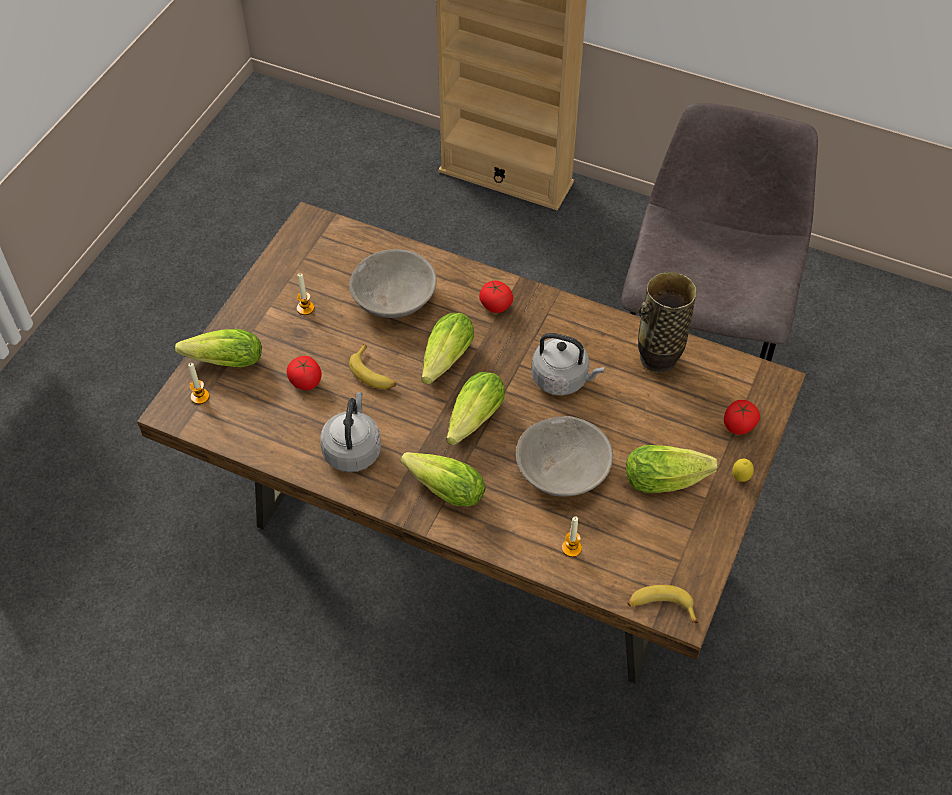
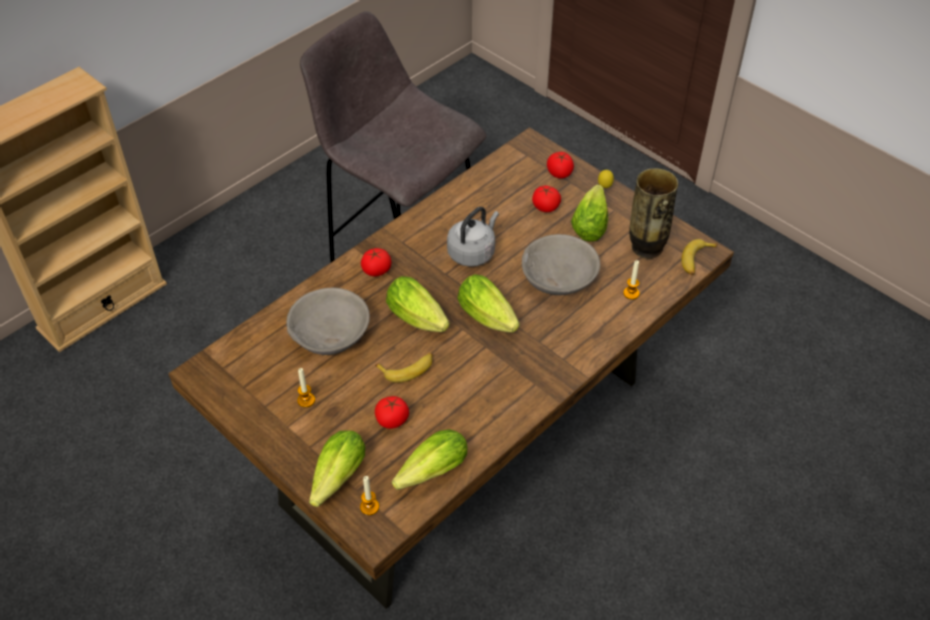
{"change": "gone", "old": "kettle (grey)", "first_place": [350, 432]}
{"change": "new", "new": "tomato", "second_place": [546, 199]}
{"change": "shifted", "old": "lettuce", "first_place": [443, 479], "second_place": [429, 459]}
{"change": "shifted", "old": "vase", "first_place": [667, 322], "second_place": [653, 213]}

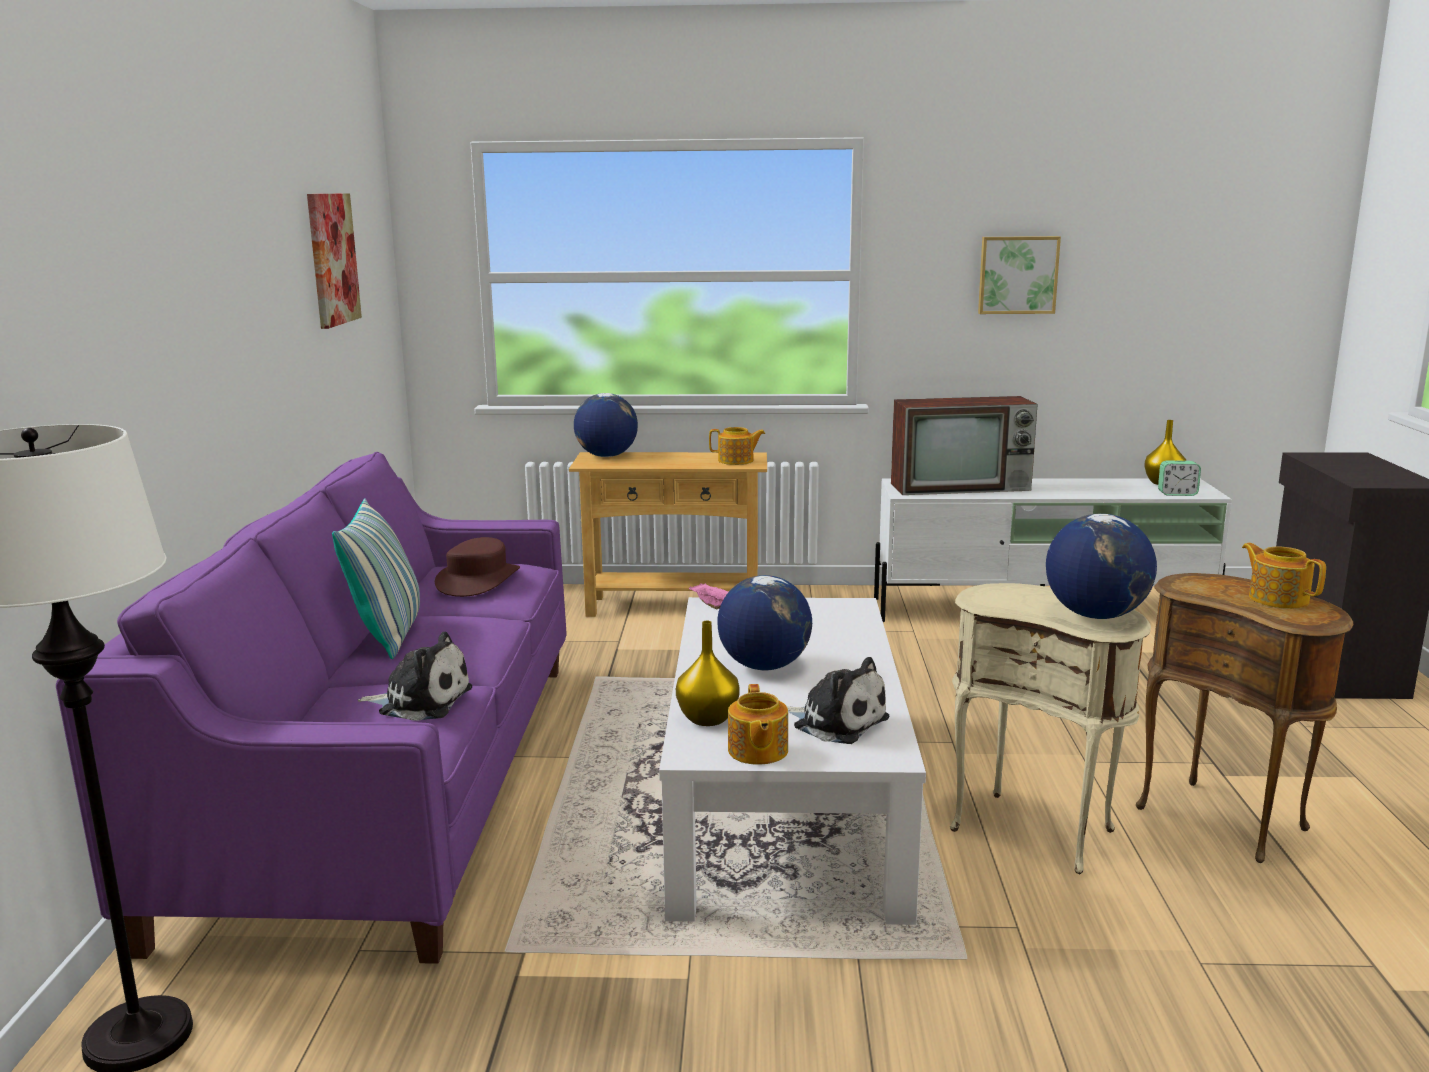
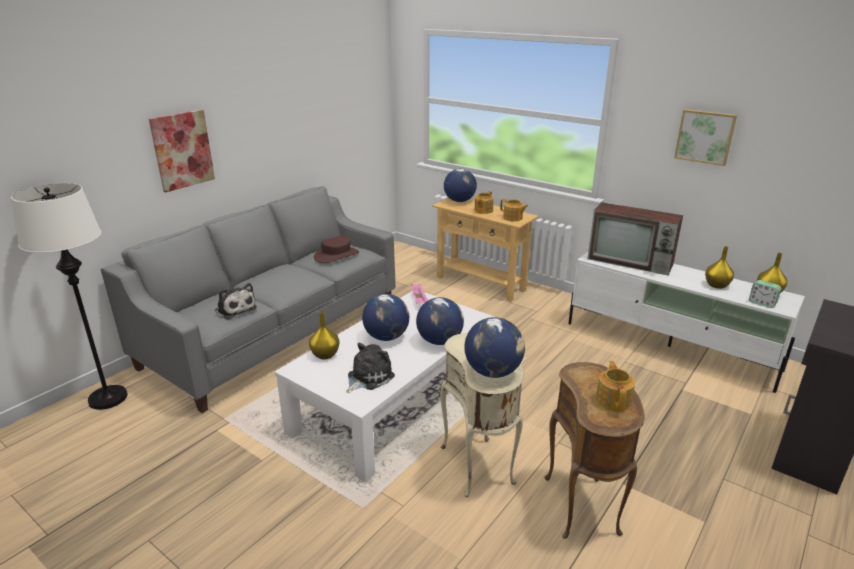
{"change": "gone", "old": "pillow", "first_place": [376, 579]}
{"change": "new", "new": "globe", "second_place": [440, 321]}
{"change": "new", "new": "vase (yellow)", "second_place": [719, 267]}
{"change": "shifted", "old": "picture", "first_place": [334, 261], "second_place": [182, 151]}
{"change": "shifted", "old": "teapot", "first_place": [758, 724], "second_place": [484, 202]}
{"change": "repainted", "old": "sofa (purple)", "new": "sofa (grey)", "first_place": [311, 708], "second_place": [248, 299]}
{"change": "rotated", "old": "plush toy", "first_place": [838, 700], "second_place": [370, 368], "degrees": -120}

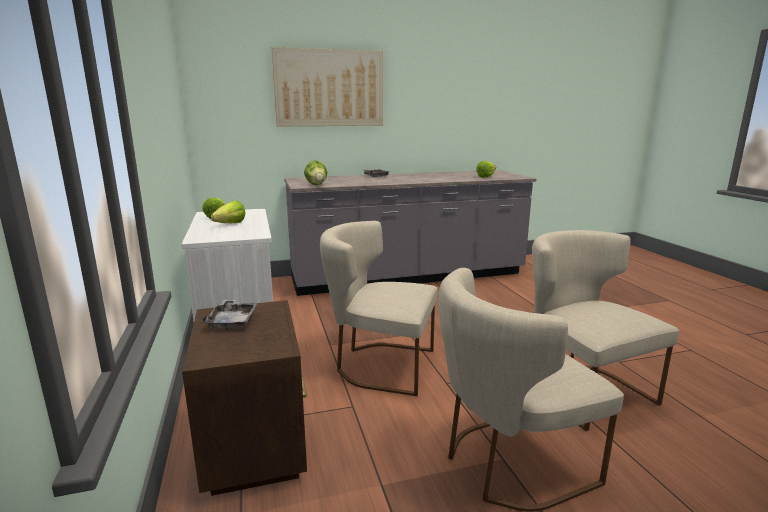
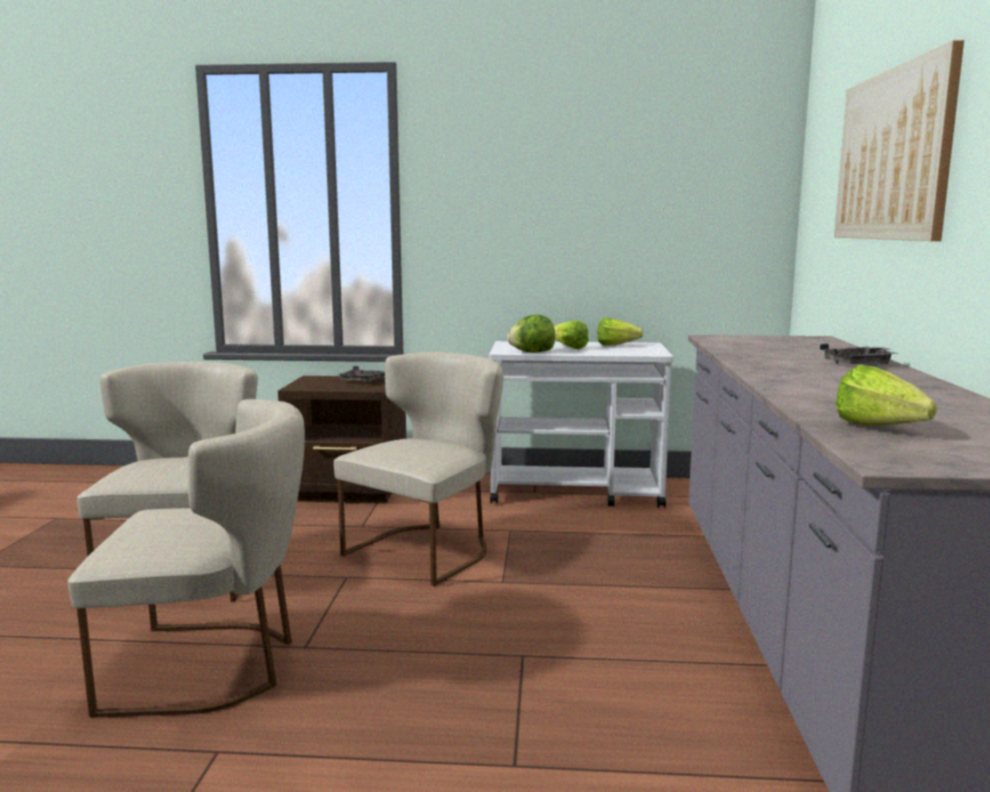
{"change": "shifted", "old": "lettuce", "first_place": [316, 172], "second_place": [531, 334]}

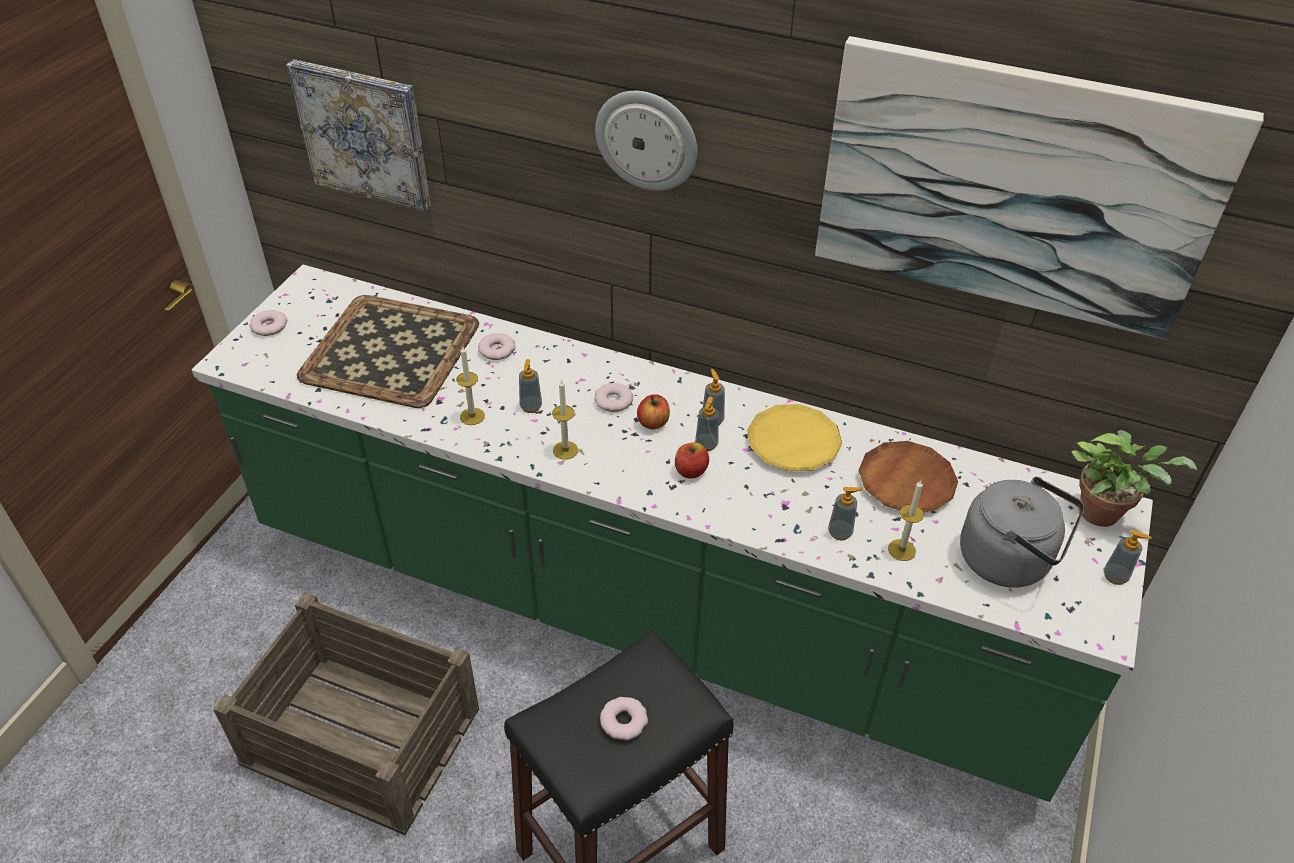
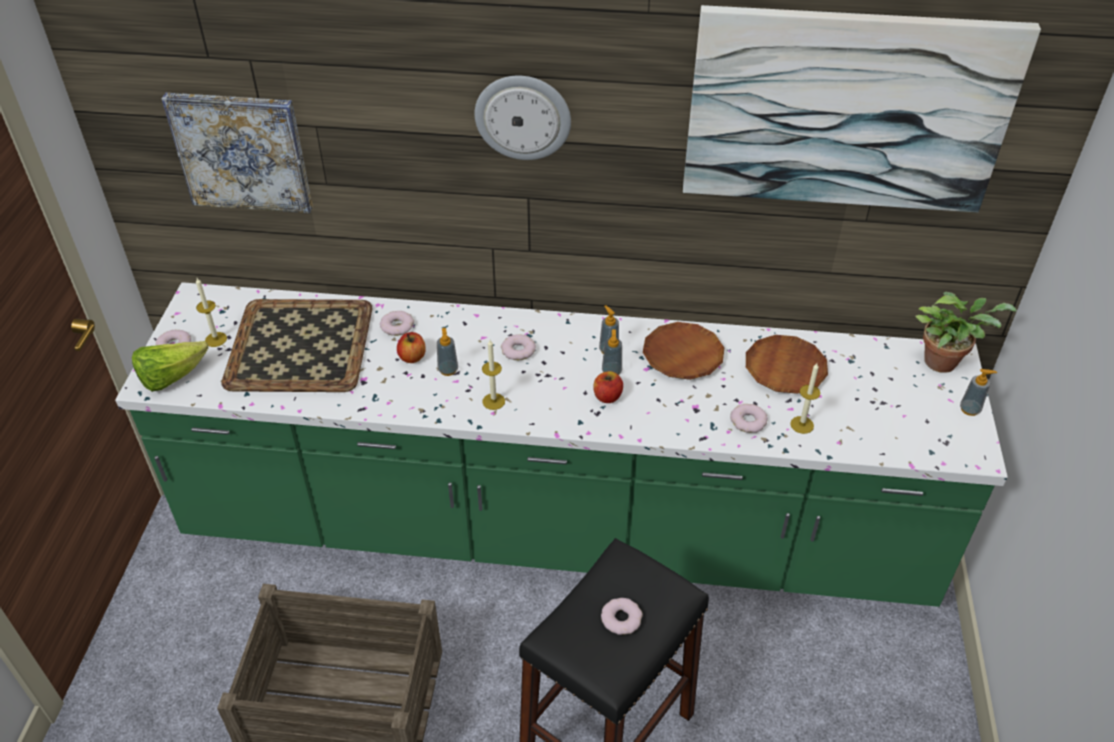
{"change": "gone", "old": "kettle (grey)", "first_place": [1022, 532]}
{"change": "new", "new": "lettuce", "second_place": [170, 366]}
{"change": "shifted", "old": "candle", "first_place": [470, 385], "second_place": [211, 312]}
{"change": "shifted", "old": "apple", "first_place": [653, 412], "second_place": [411, 347]}
{"change": "swapped", "old": "soap dispenser", "new": "donut", "first_place": [845, 514], "second_place": [749, 418]}
{"change": "repainted", "old": "plate (yellow)", "new": "plate (brown)", "first_place": [794, 437], "second_place": [683, 351]}

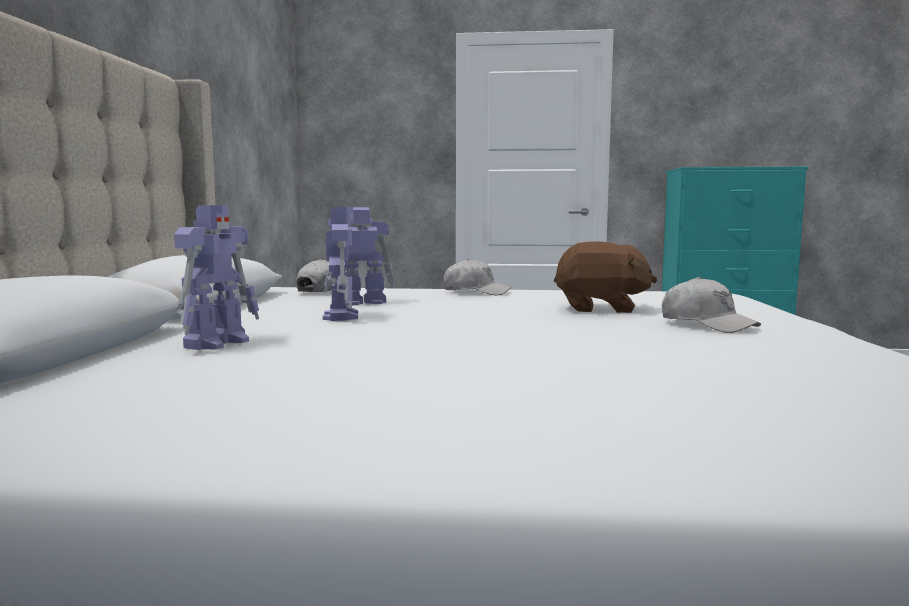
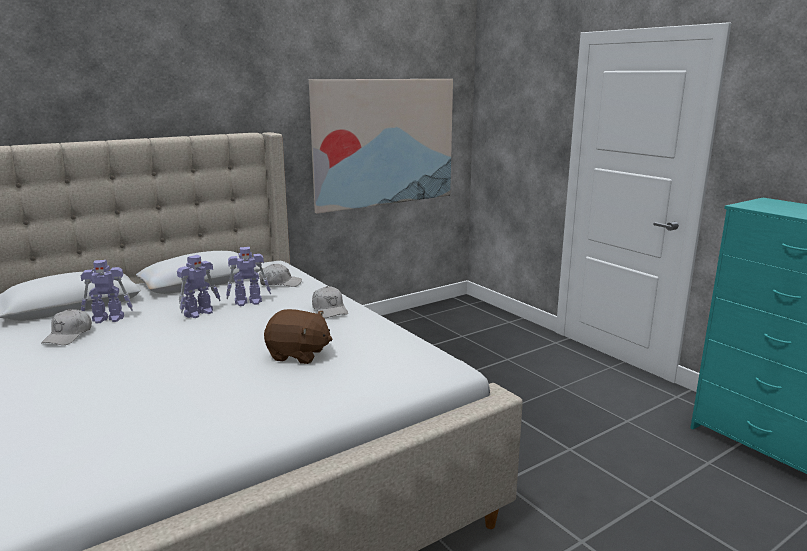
{"change": "new", "new": "picture", "second_place": [381, 146]}
{"change": "shifted", "old": "cap (white)", "first_place": [711, 305], "second_place": [66, 327]}
{"change": "rotated", "old": "toy robot", "first_place": [359, 256], "second_place": [248, 276], "degrees": 135}
{"change": "rotated", "old": "plush toy (brown)", "first_place": [605, 277], "second_place": [298, 336], "degrees": -45}

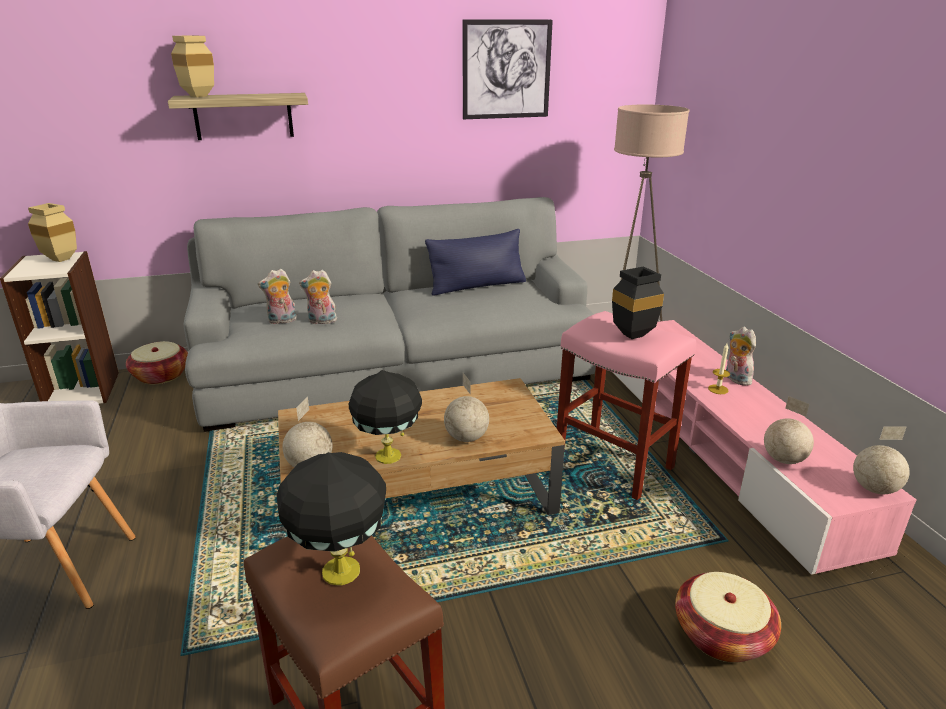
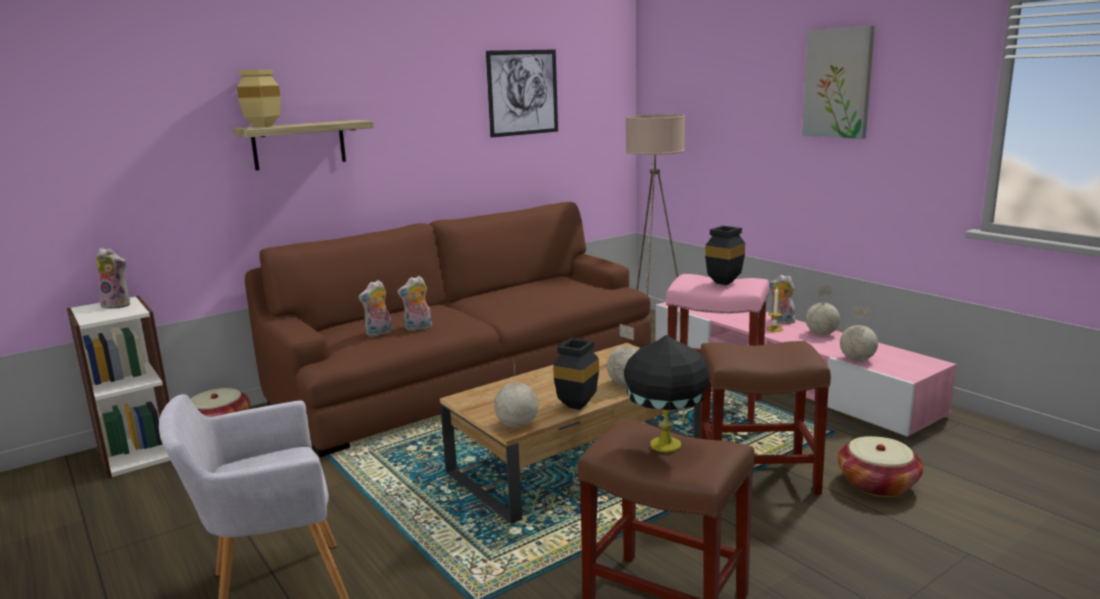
{"change": "gone", "old": "pillow (blue)", "first_place": [475, 262]}
{"change": "new", "new": "stool (brown)", "second_place": [765, 418]}
{"change": "new", "new": "picture", "second_place": [838, 82]}
{"change": "shifted", "old": "globe", "first_place": [881, 460], "second_place": [823, 310]}
{"change": "swapped", "old": "vase (beige)", "new": "plush toy", "first_place": [52, 232], "second_place": [113, 278]}
{"change": "swapped", "old": "table lamp (black)", "new": "vase (black)", "first_place": [385, 417], "second_place": [576, 374]}
{"change": "repainted", "old": "sofa (grey)", "new": "sofa (brown)", "first_place": [390, 314], "second_place": [448, 329]}

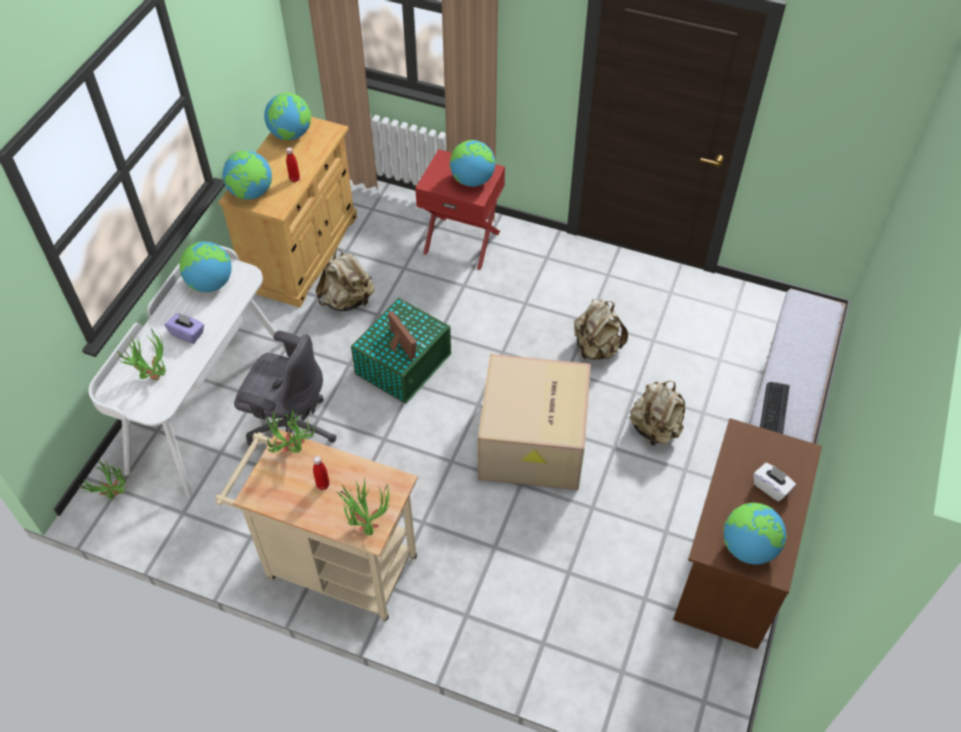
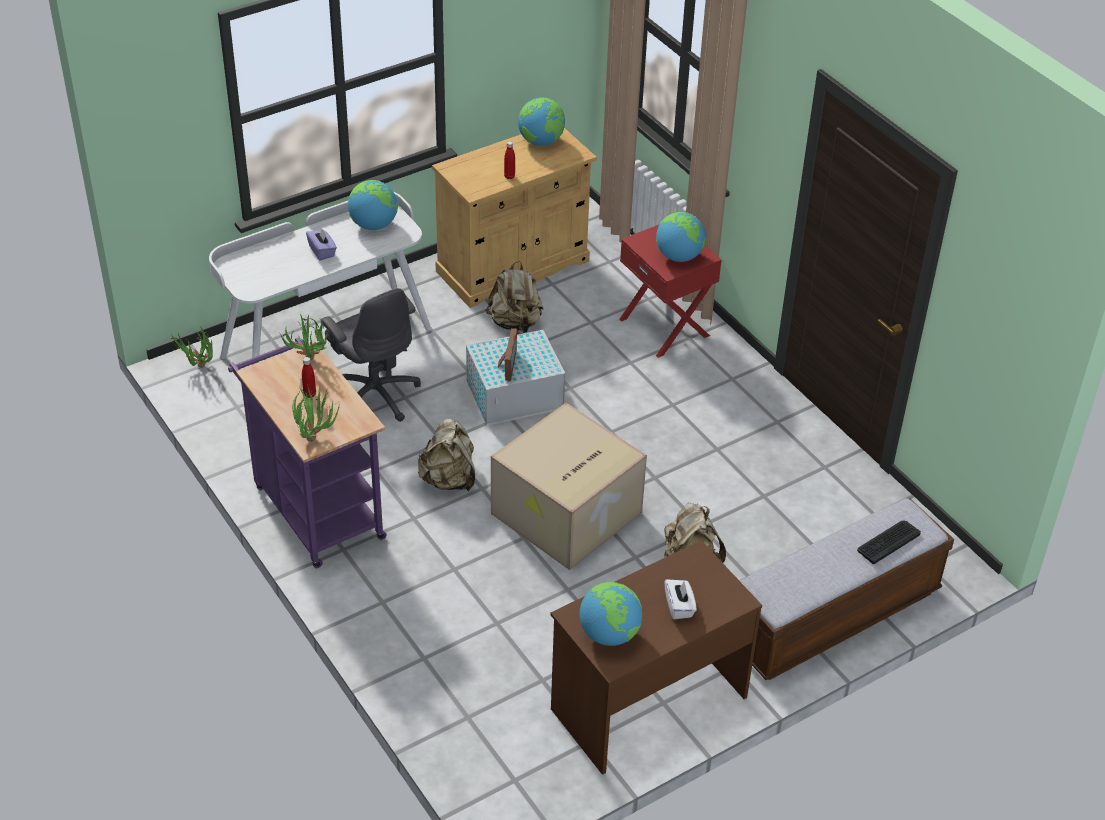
{"change": "gone", "old": "potted plant", "first_place": [140, 354]}
{"change": "gone", "old": "globe", "first_place": [247, 175]}
{"change": "shifted", "old": "backpack (beige)", "first_place": [601, 329], "second_place": [446, 454]}
{"change": "shifted", "old": "keyboard", "first_place": [775, 408], "second_place": [889, 542]}
{"change": "repainted", "old": "cart (beige)", "new": "cart (purple)", "first_place": [316, 526], "second_place": [307, 452]}
{"change": "repainted", "old": "storage box (green)", "new": "storage box (white)", "first_place": [401, 351], "second_place": [515, 378]}

